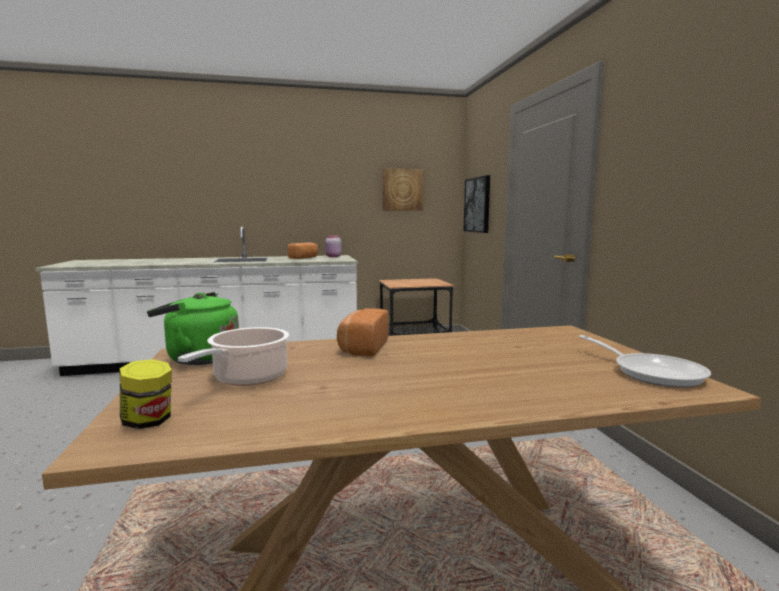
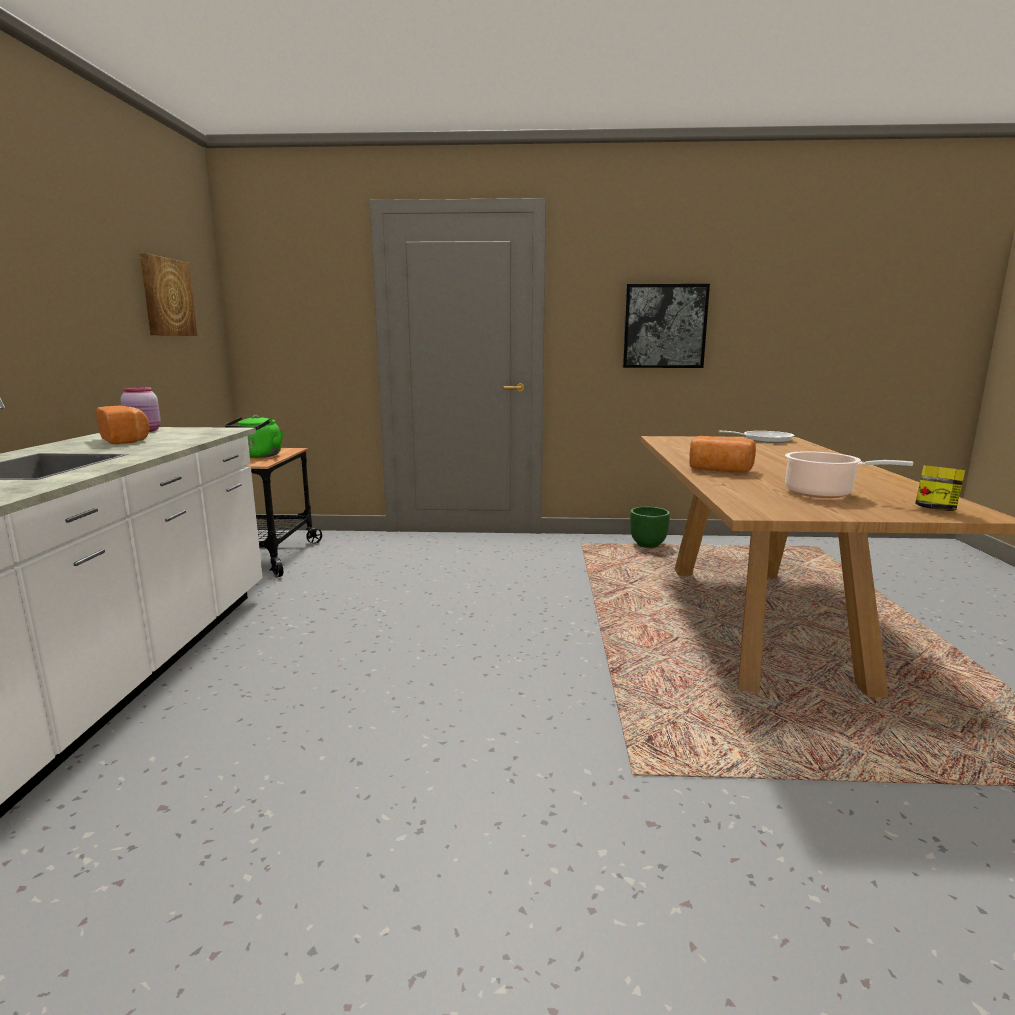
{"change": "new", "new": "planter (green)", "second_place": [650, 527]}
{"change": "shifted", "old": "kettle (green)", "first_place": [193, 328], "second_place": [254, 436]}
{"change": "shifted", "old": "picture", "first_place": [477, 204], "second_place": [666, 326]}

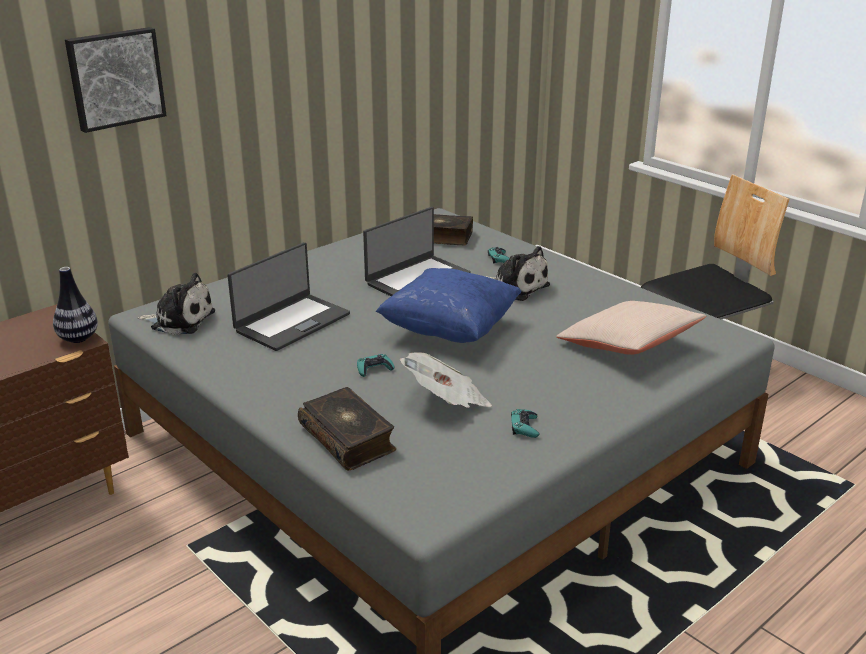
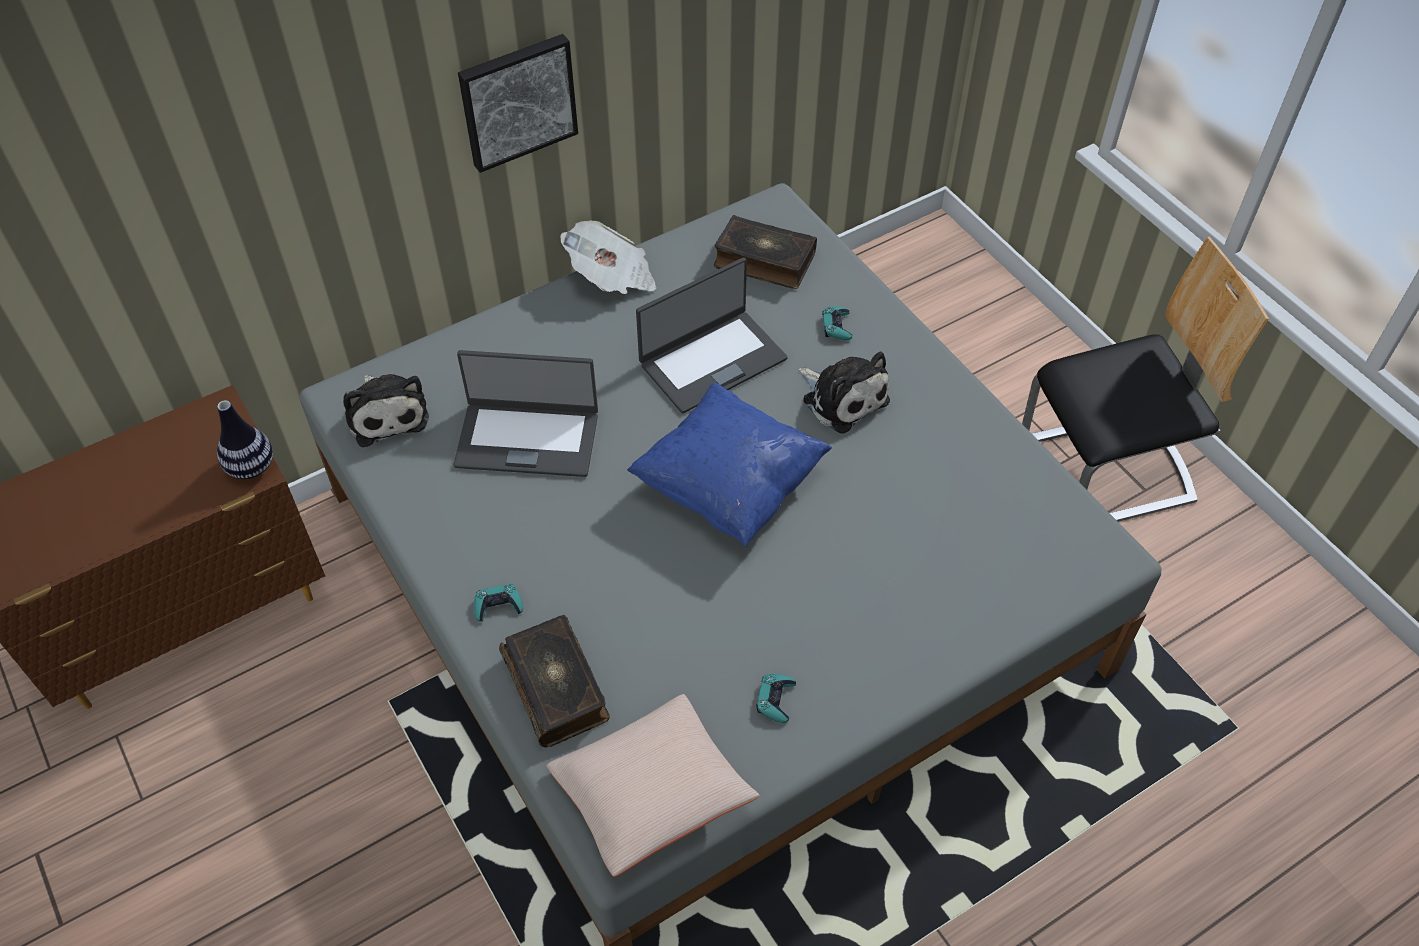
{"change": "shifted", "old": "picture", "first_place": [116, 80], "second_place": [518, 103]}
{"change": "shifted", "old": "game controller (turquoise)", "first_place": [375, 365], "second_place": [498, 603]}
{"change": "shifted", "old": "newspaper", "first_place": [446, 380], "second_place": [608, 257]}
{"change": "shifted", "old": "pillow (beige)", "first_place": [631, 328], "second_place": [653, 785]}
{"change": "rotated", "old": "plush toy", "first_place": [176, 304], "second_place": [386, 410], "degrees": 45}
{"change": "rotated", "old": "laptop", "first_place": [288, 296], "second_place": [525, 413], "degrees": 45}

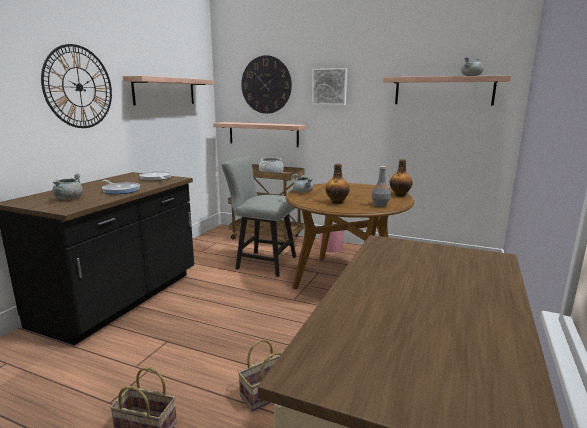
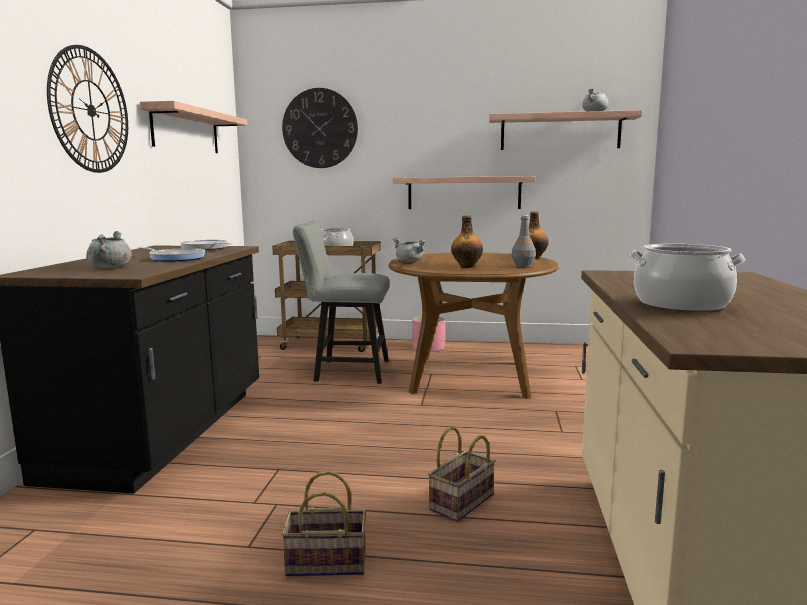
{"change": "gone", "old": "picture", "first_place": [329, 86]}
{"change": "new", "new": "cooking pot", "second_place": [688, 277]}
{"change": "shifted", "old": "shelf", "first_place": [260, 134], "second_place": [464, 192]}

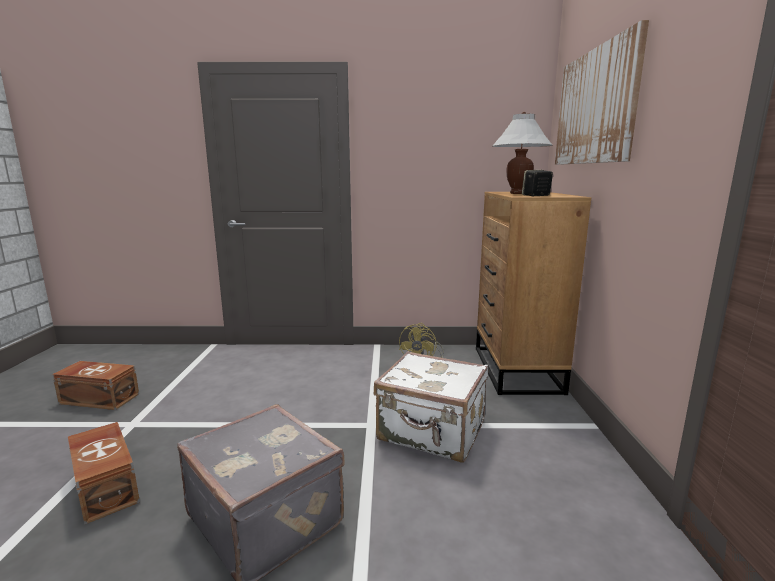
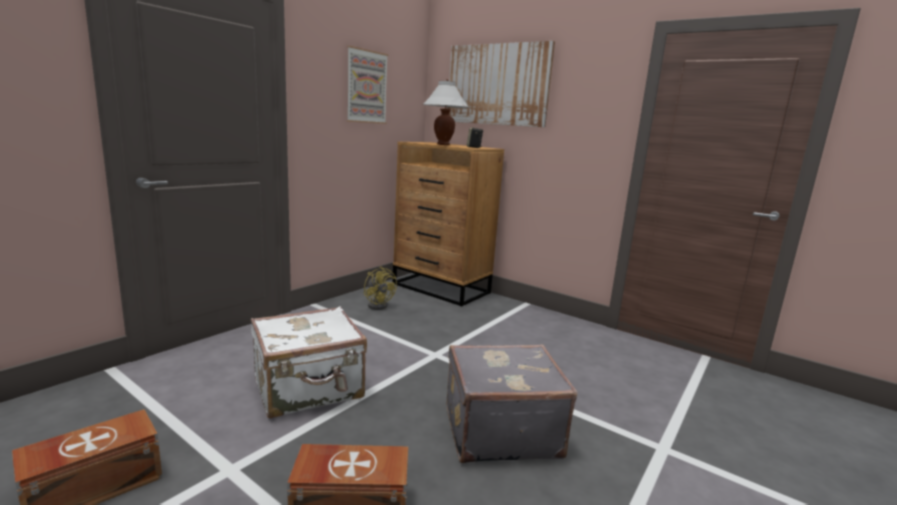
{"change": "new", "new": "picture", "second_place": [367, 85]}
{"change": "shifted", "old": "suitcase (white)", "first_place": [431, 407], "second_place": [309, 362]}

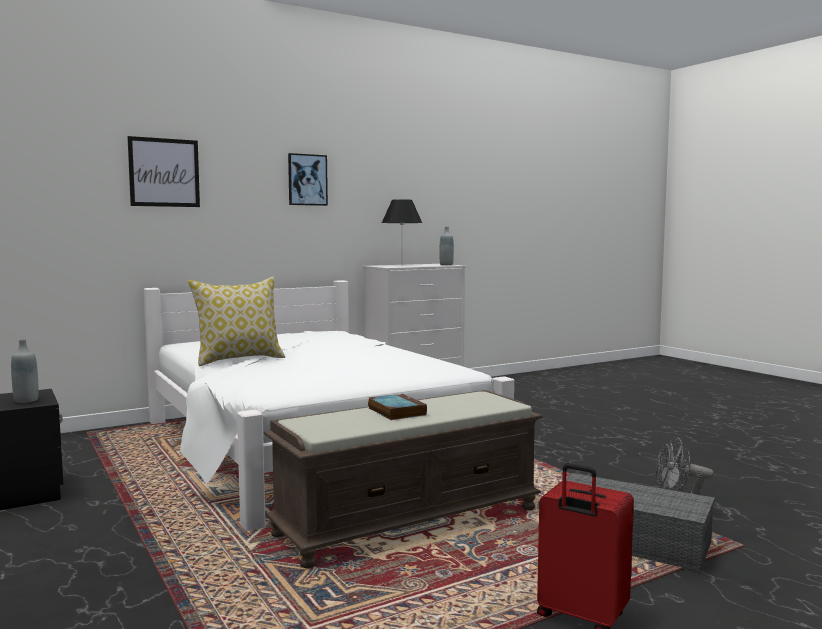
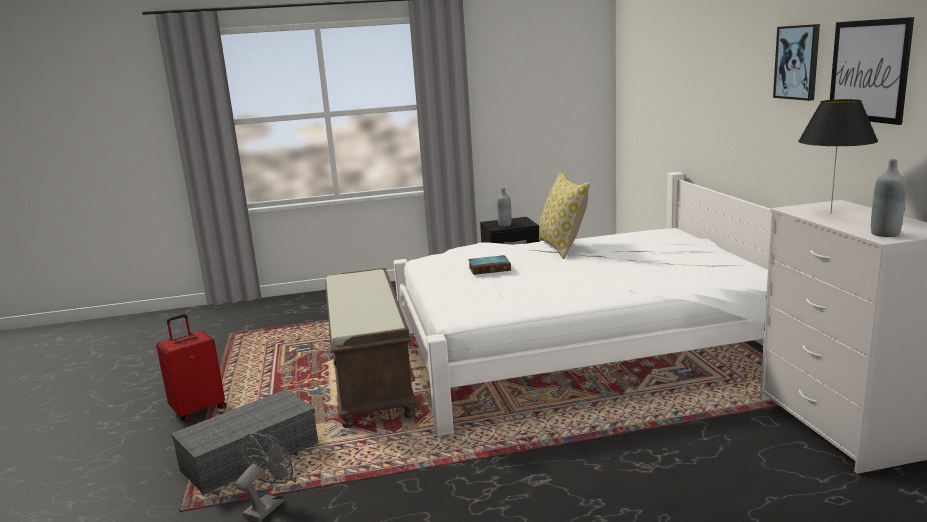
{"change": "shifted", "old": "picture", "first_place": [163, 171], "second_place": [872, 71]}
{"change": "shifted", "old": "book", "first_place": [397, 407], "second_place": [489, 265]}

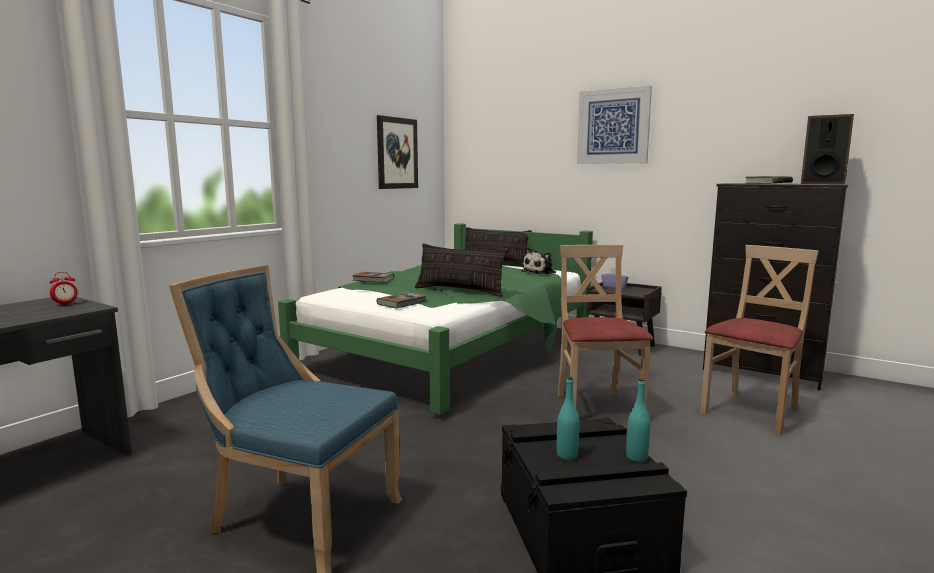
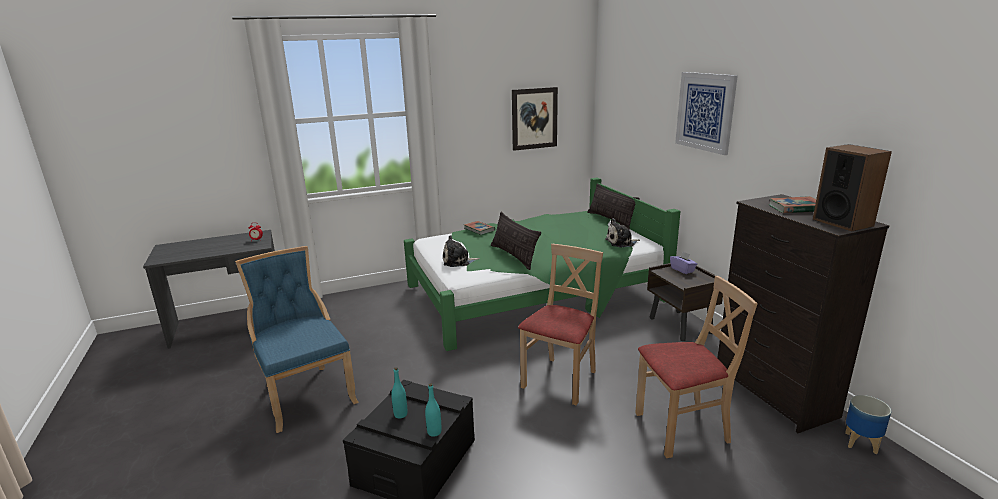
{"change": "new", "new": "planter", "second_place": [868, 424]}
{"change": "swapped", "old": "book", "new": "plush toy", "first_place": [401, 300], "second_place": [461, 251]}

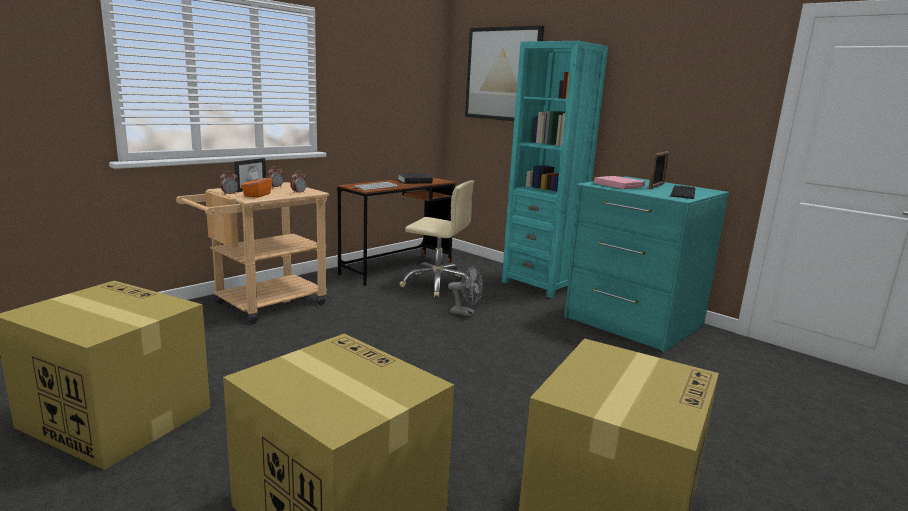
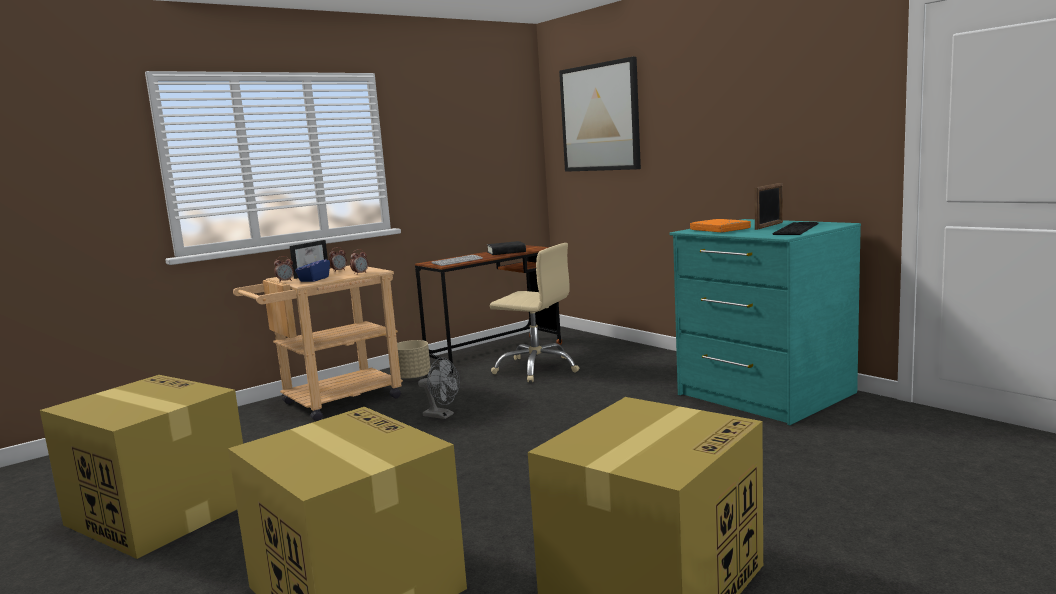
{"change": "gone", "old": "bookcase (turquoise)", "first_place": [555, 169]}
{"change": "new", "new": "planter (beige)", "second_place": [414, 360]}
{"change": "shifted", "old": "fan (grey)", "first_place": [465, 292], "second_place": [439, 388]}
{"change": "repainted", "old": "tissue box (orange)", "new": "tissue box (blue)", "first_place": [256, 185], "second_place": [312, 268]}
{"change": "repainted", "old": "book (pink)", "new": "book (orange)", "first_place": [619, 182], "second_place": [720, 225]}

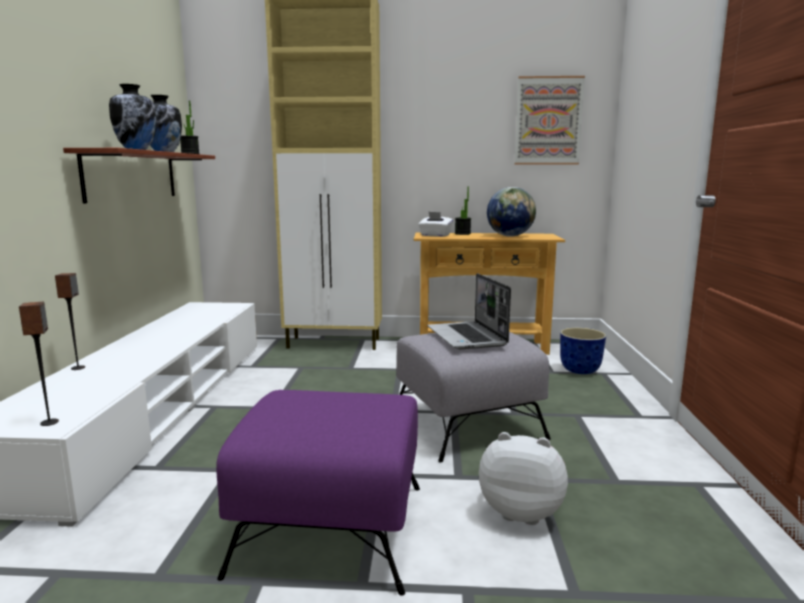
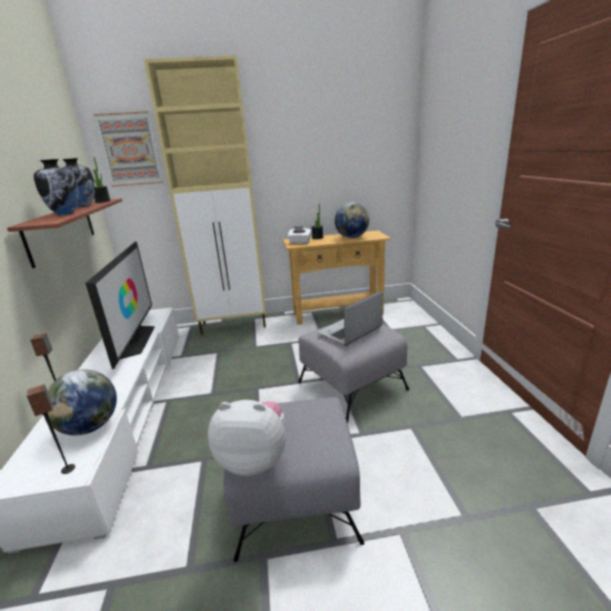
{"change": "gone", "old": "planter", "first_place": [583, 351]}
{"change": "new", "new": "globe", "second_place": [82, 402]}
{"change": "new", "new": "television", "second_place": [120, 305]}
{"change": "shifted", "old": "plush toy", "first_place": [523, 478], "second_place": [247, 438]}
{"change": "shifted", "old": "picture", "first_place": [549, 120], "second_place": [128, 149]}
{"change": "repainted", "old": "ottoman (purple)", "new": "ottoman (grey)", "first_place": [318, 493], "second_place": [294, 479]}
{"change": "rotated", "old": "laptop", "first_place": [469, 311], "second_place": [350, 318], "degrees": 75}

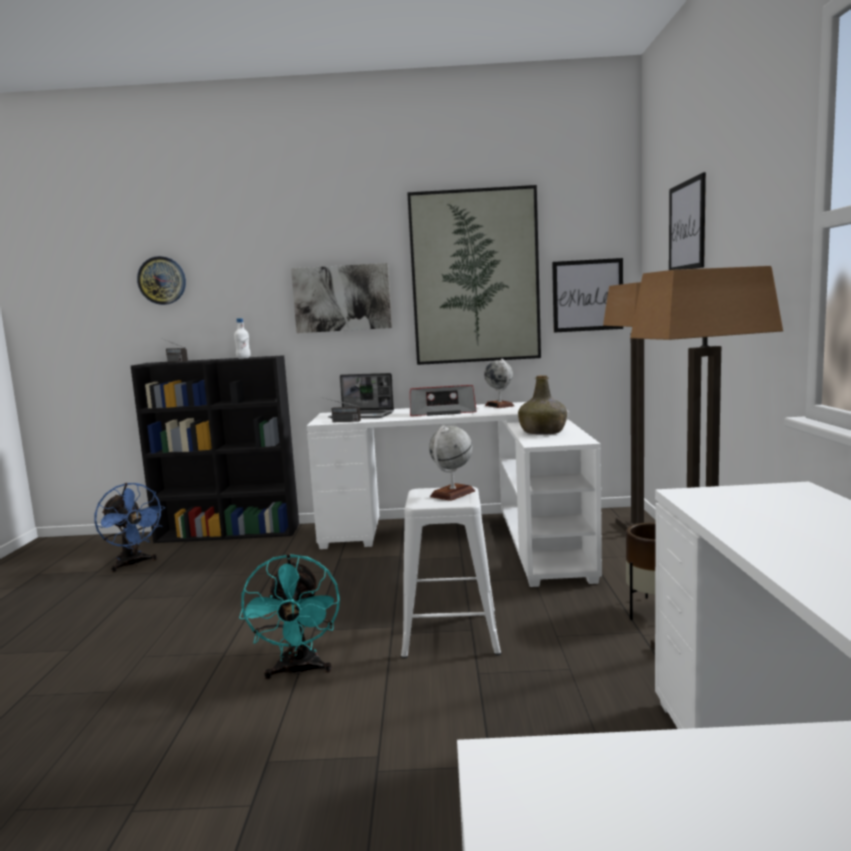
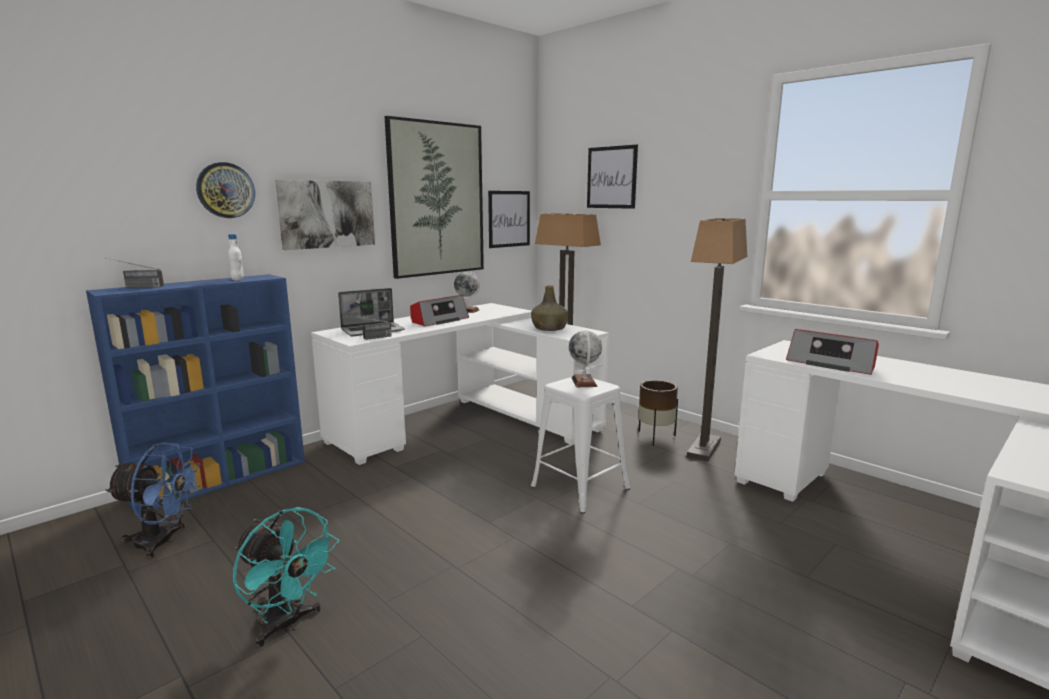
{"change": "new", "new": "radio", "second_place": [832, 352]}
{"change": "shifted", "old": "wall clock", "first_place": [161, 280], "second_place": [225, 190]}
{"change": "shifted", "old": "fan (turquoise)", "first_place": [289, 616], "second_place": [286, 577]}
{"change": "repainted", "old": "bookcase (black)", "new": "bookcase (blue)", "first_place": [215, 449], "second_place": [195, 394]}

